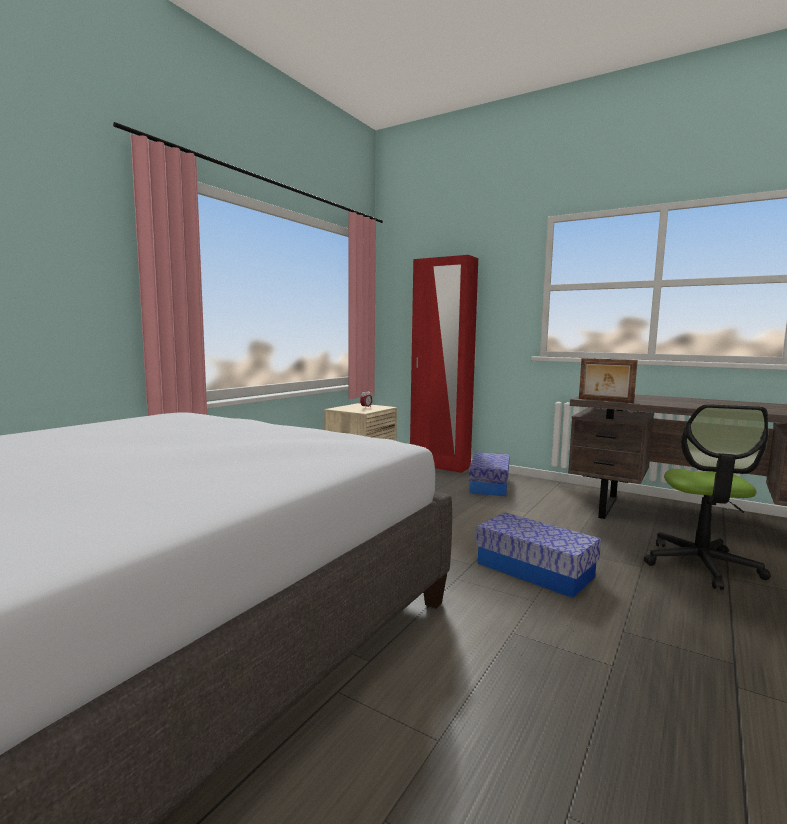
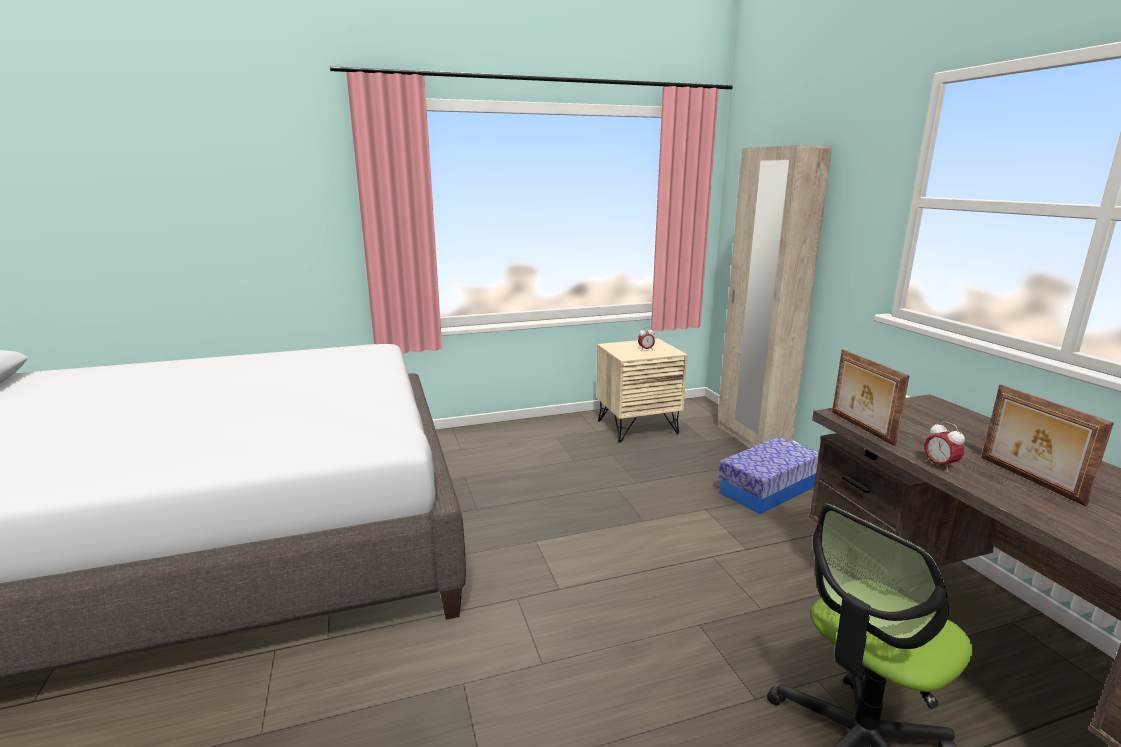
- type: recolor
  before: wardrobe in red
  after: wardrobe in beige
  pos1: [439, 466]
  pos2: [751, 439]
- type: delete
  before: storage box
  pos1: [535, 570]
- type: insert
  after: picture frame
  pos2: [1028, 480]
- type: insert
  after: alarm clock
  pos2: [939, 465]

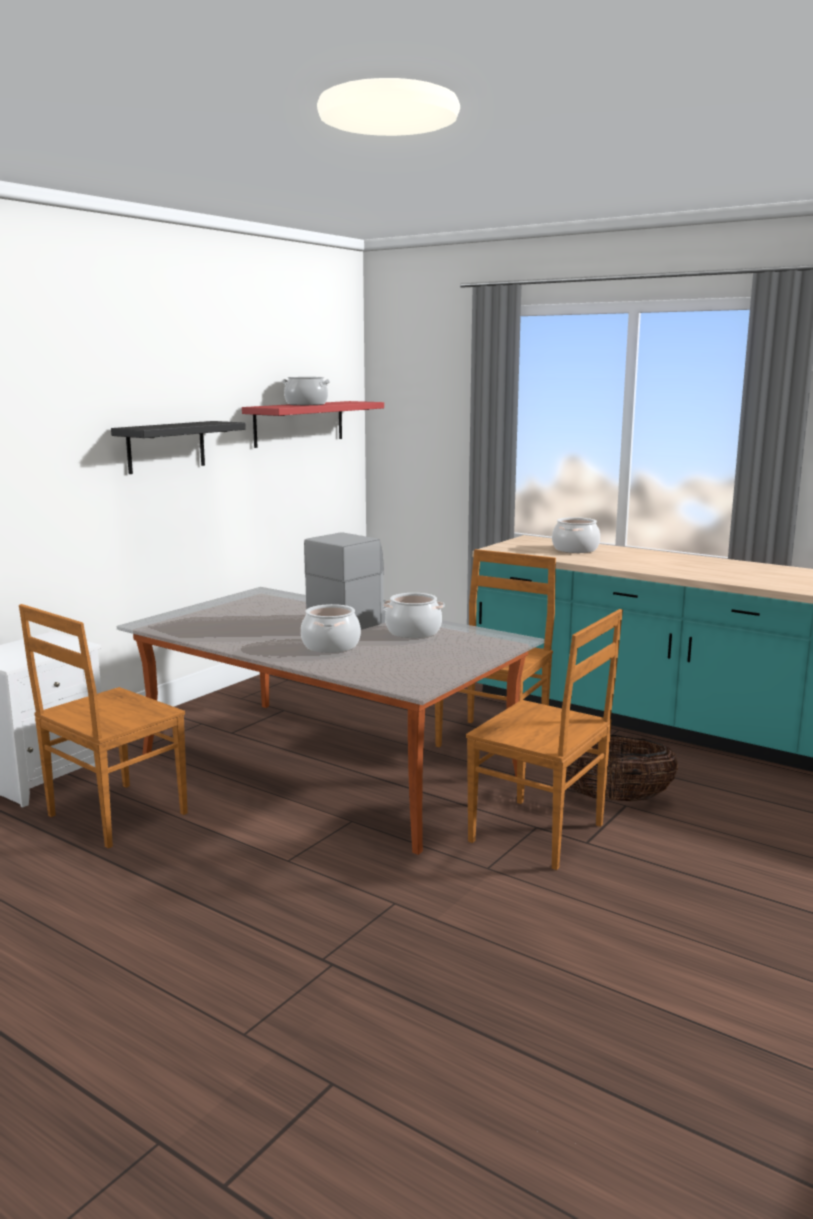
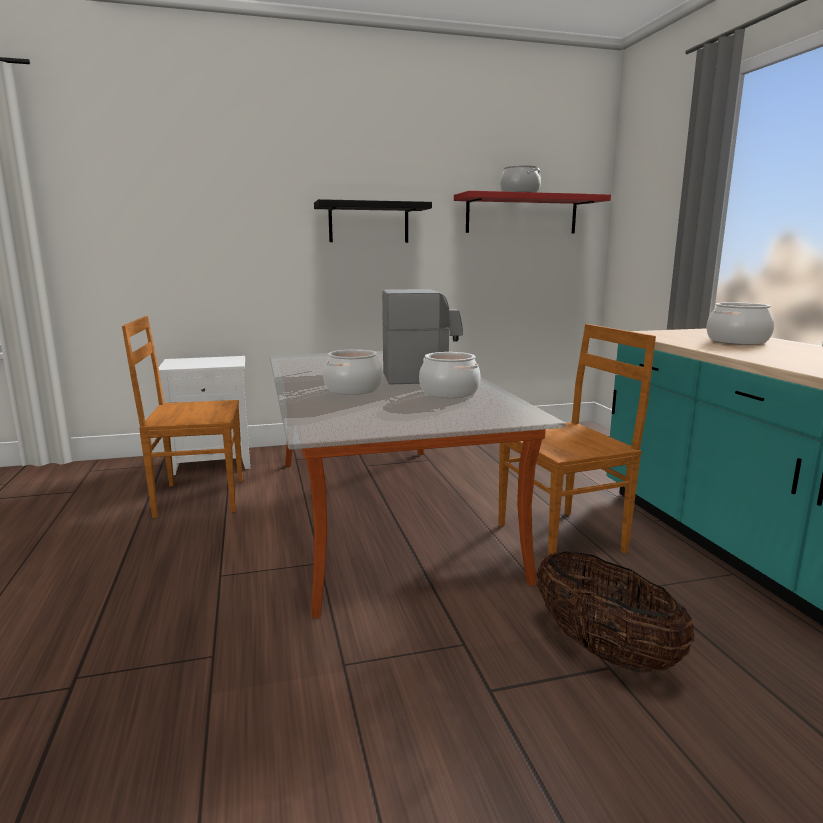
- type: delete
  before: chair in brown
  pos1: [540, 834]

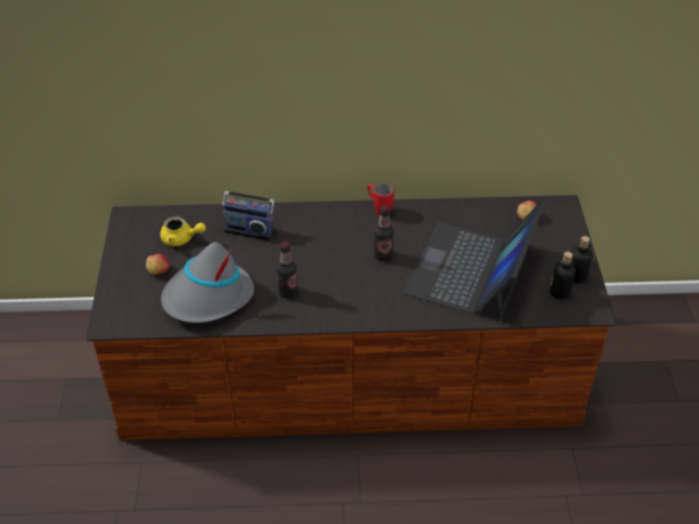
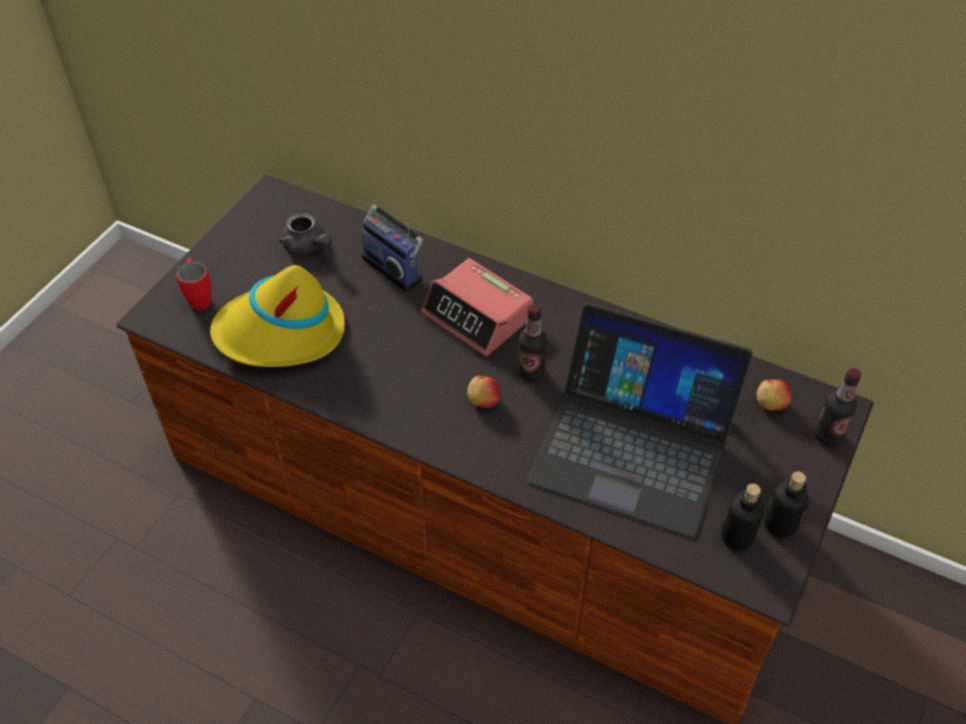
- type: move
  before: mug in red
  pos1: [379, 209]
  pos2: [199, 297]
- type: rotate
  before: laptop
  pos1: [471, 271]
  pos2: [633, 446]
  turn: -120
- type: recolor
  before: teapot in yellow
  after: teapot in grey
  pos1: [181, 239]
  pos2: [307, 246]
- type: move
  before: bottle
  pos1: [287, 292]
  pos2: [828, 435]
- type: recolor
  before: hat in grey
  after: hat in yellow
  pos1: [208, 297]
  pos2: [281, 333]
- type: move
  before: apple
  pos1: [158, 271]
  pos2: [483, 400]
- type: insert
  after: alarm clock
  pos2: [478, 316]

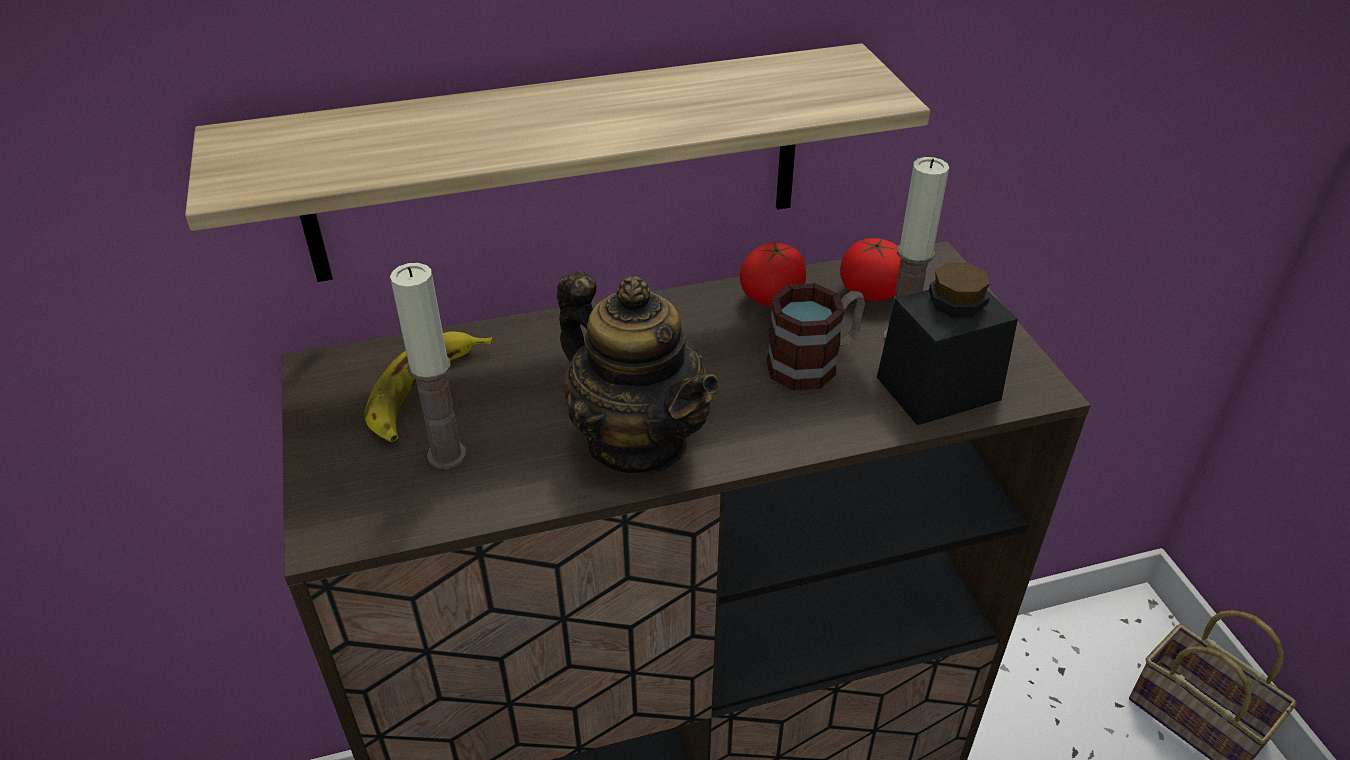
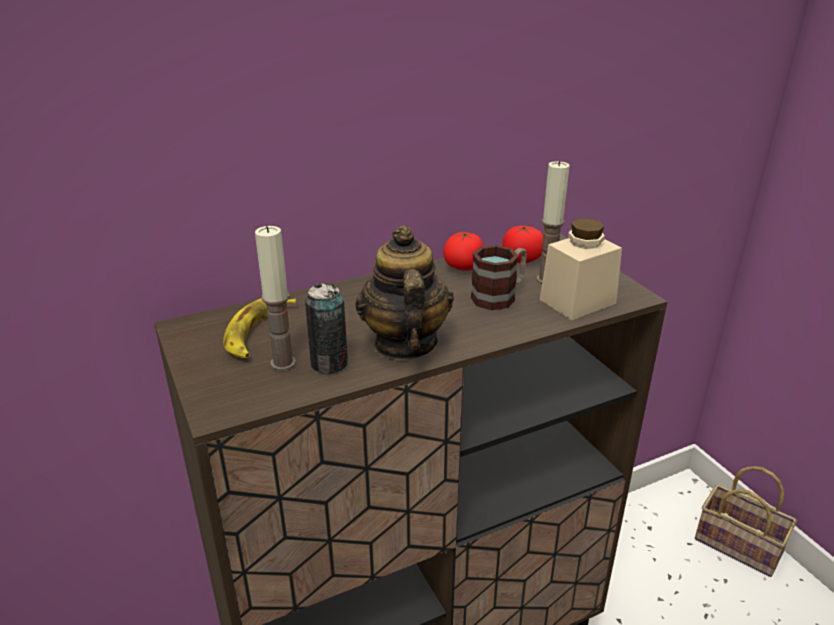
- type: delete
  before: shelf
  pos1: [557, 165]
- type: recolor
  before: jar in black
  after: jar in beige
  pos1: [938, 388]
  pos2: [577, 301]
- type: rotate
  before: teapot
  pos1: [637, 441]
  pos2: [404, 344]
  turn: -135
- type: insert
  after: can
  pos2: [329, 364]

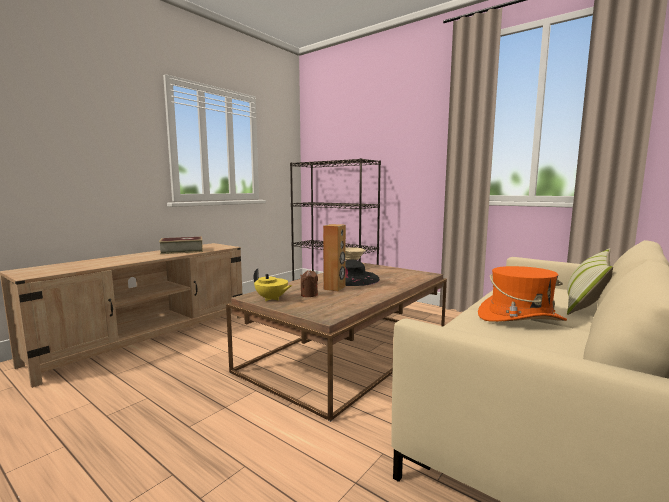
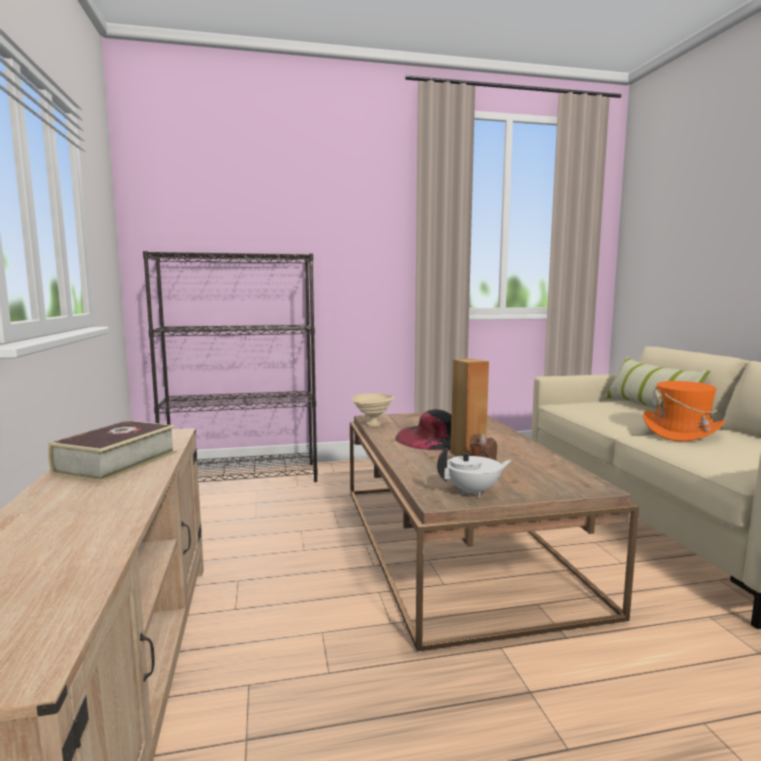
- type: recolor
  before: teapot in yellow
  after: teapot in white
  pos1: [271, 299]
  pos2: [473, 492]

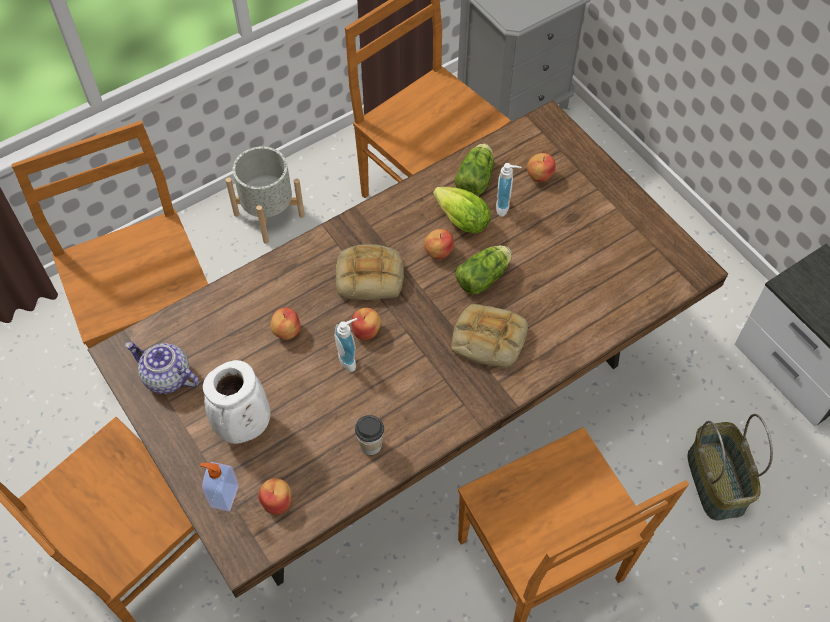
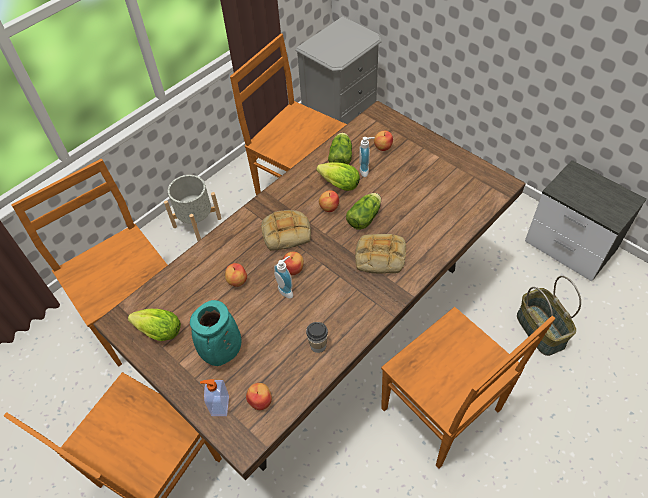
- type: replace
  before: teapot
  after: lettuce
  pos1: [166, 377]
  pos2: [157, 331]
- type: recolor
  before: vase in white
  after: vase in turquoise
  pos1: [243, 429]
  pos2: [222, 354]

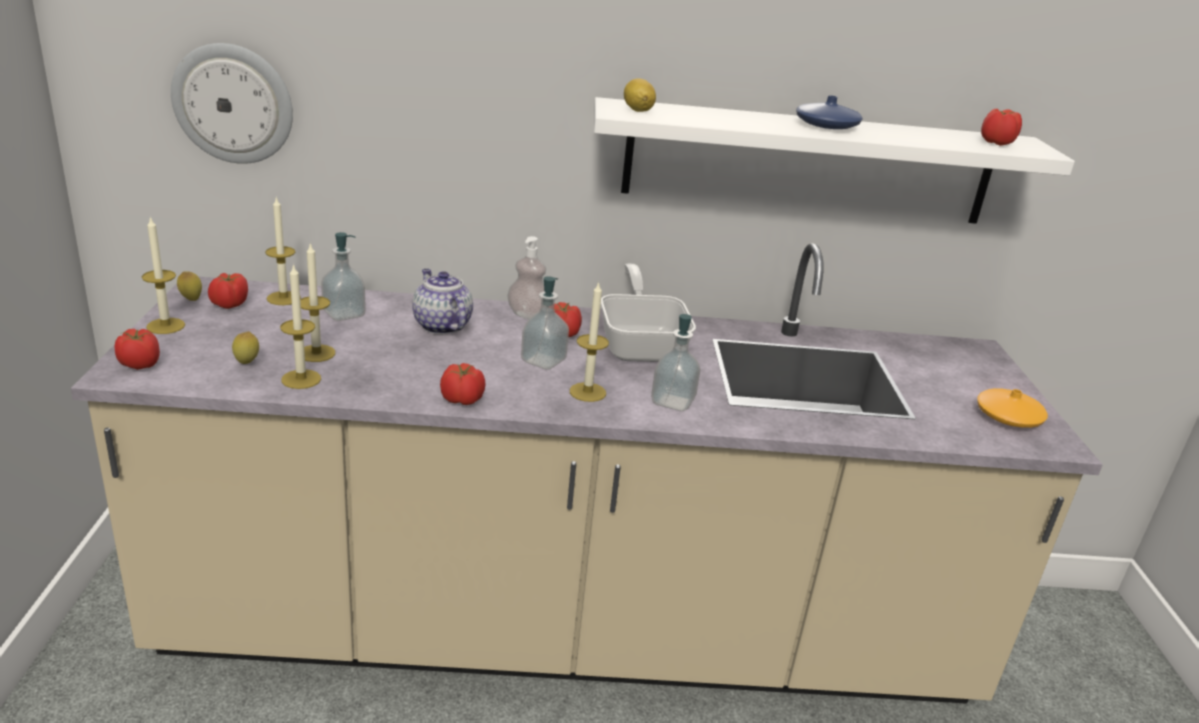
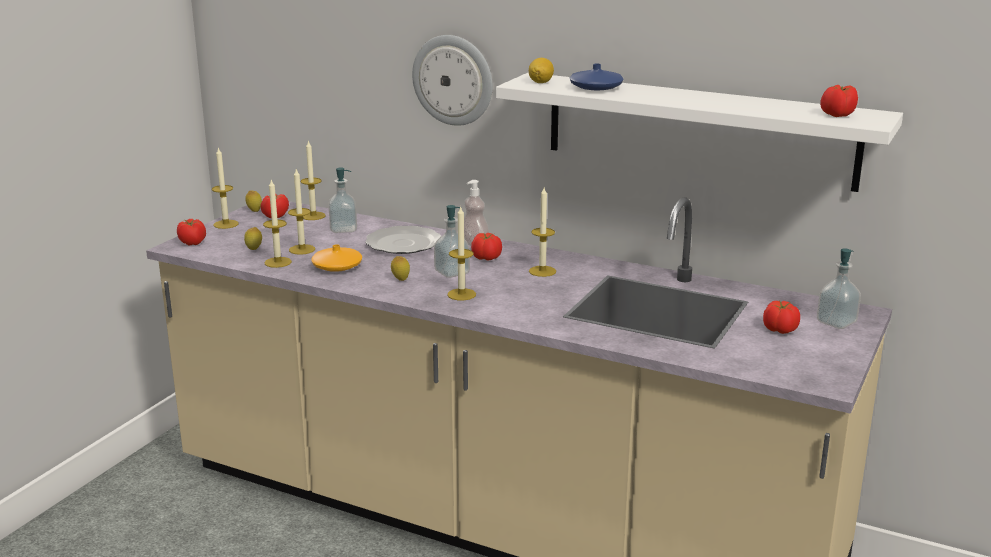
- type: move
  before: wall clock
  pos1: [233, 104]
  pos2: [453, 80]
- type: move
  before: vase in blue
  pos1: [826, 126]
  pos2: [596, 88]
- type: replace
  before: frying pan
  after: candle
  pos1: [641, 343]
  pos2: [542, 271]
- type: replace
  before: teapot
  after: plate
  pos1: [441, 325]
  pos2: [402, 243]
- type: move
  before: soap dispenser
  pos1: [672, 401]
  pos2: [836, 322]
- type: move
  before: tomato
  pos1: [462, 400]
  pos2: [780, 330]
- type: move
  before: vase in orange
  pos1: [1008, 417]
  pos2: [337, 266]
- type: insert
  after: lemon
  pos2: [400, 280]

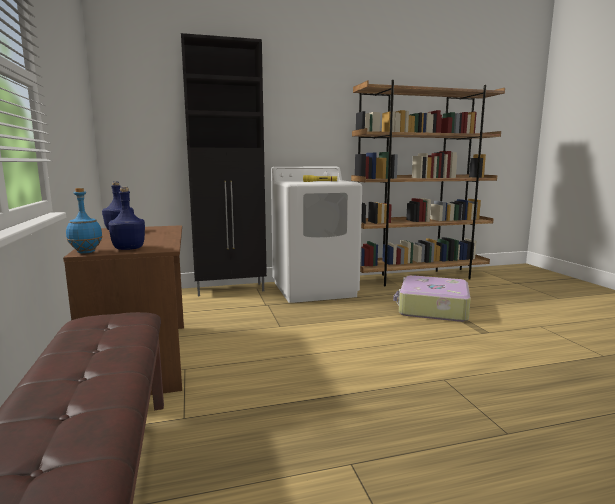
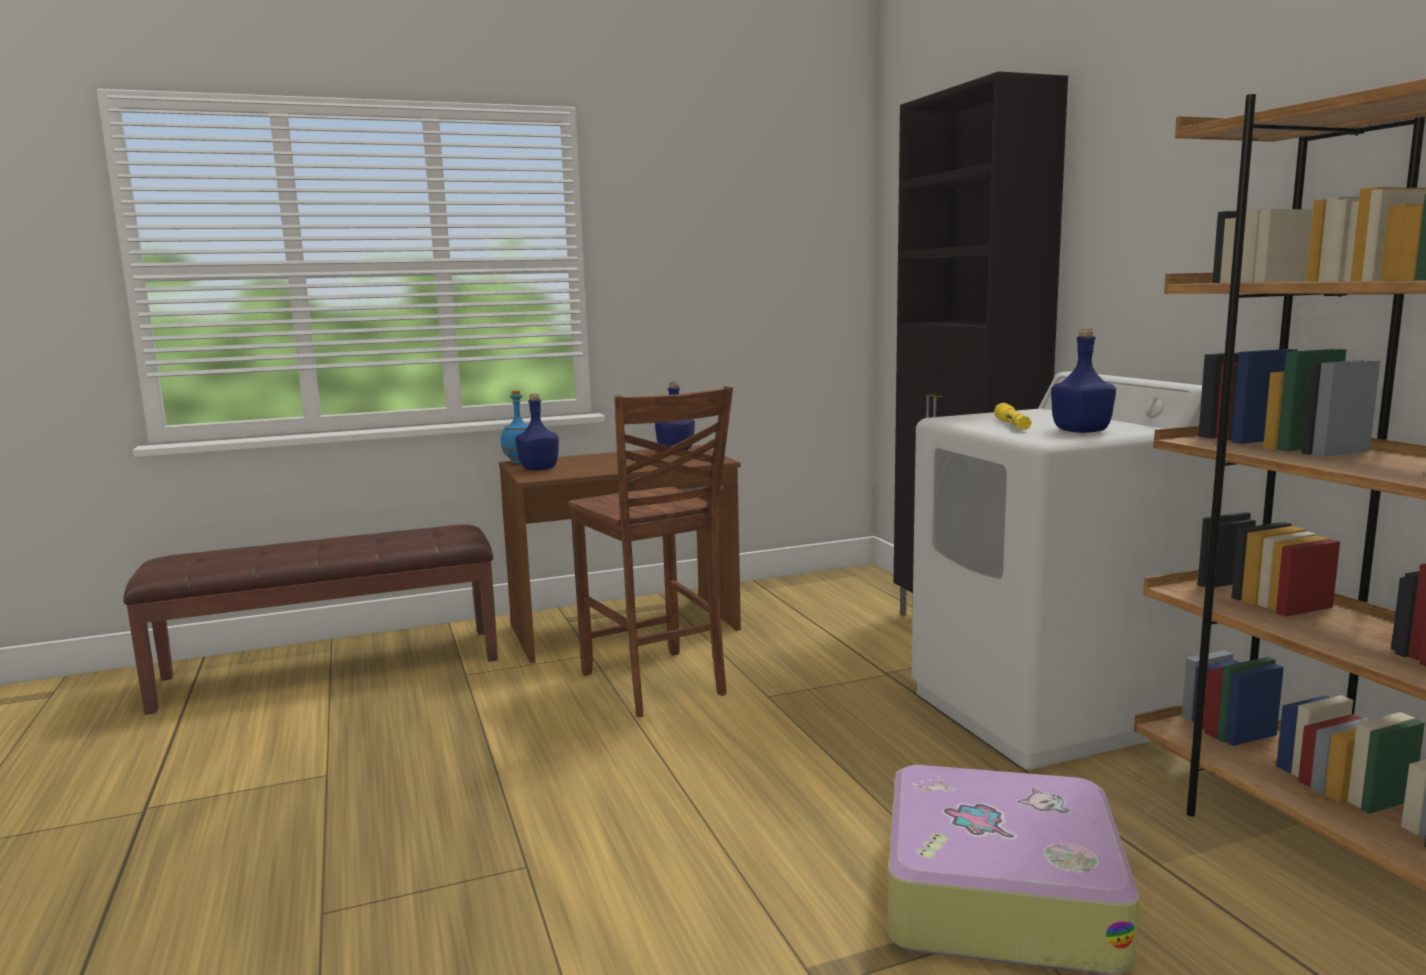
- type: insert
  after: bottle in blue
  pos2: [1080, 431]
- type: insert
  after: chair in brown
  pos2: [655, 685]

